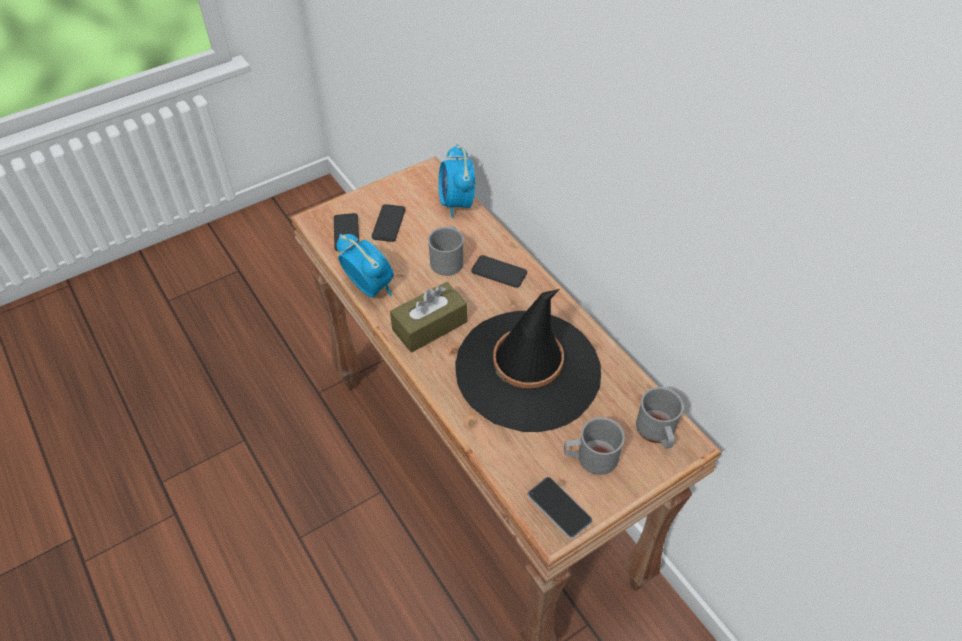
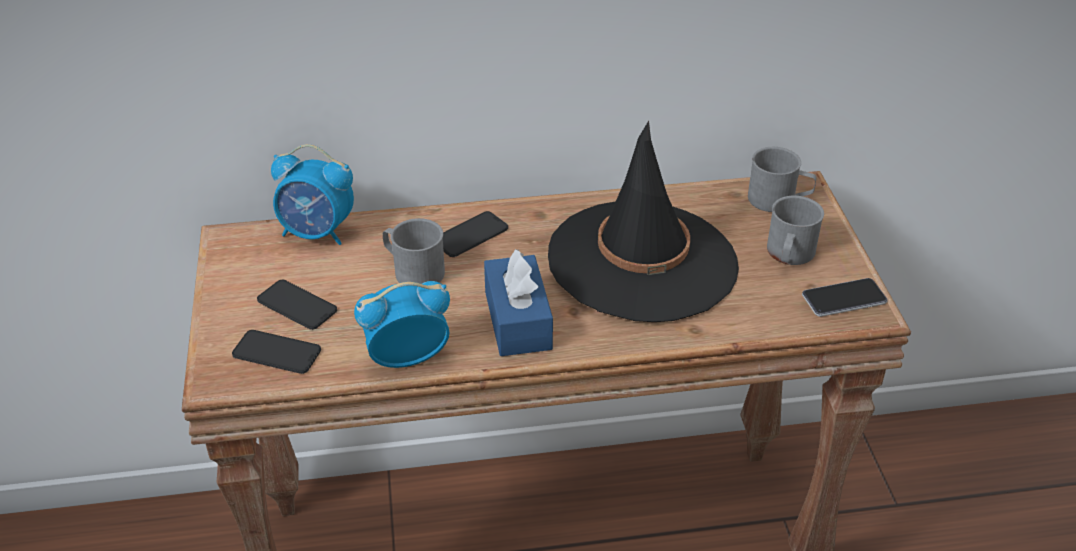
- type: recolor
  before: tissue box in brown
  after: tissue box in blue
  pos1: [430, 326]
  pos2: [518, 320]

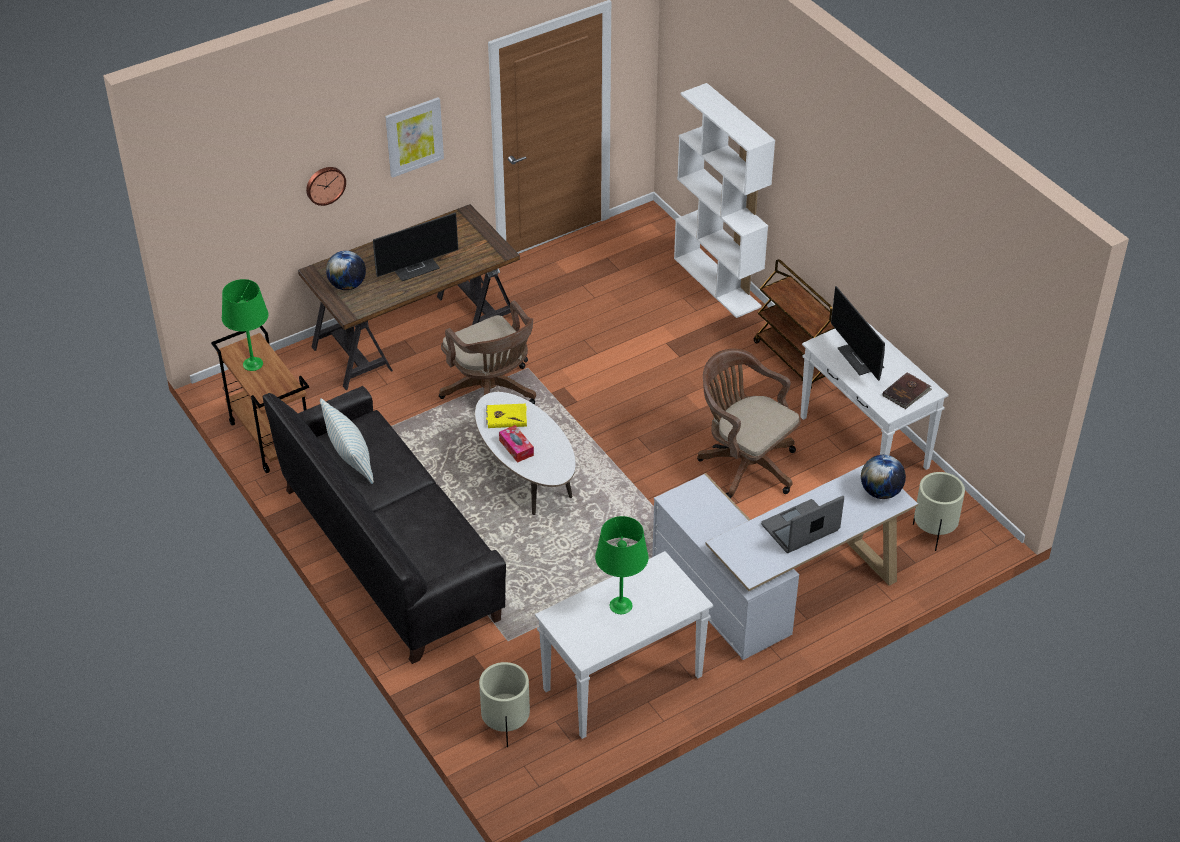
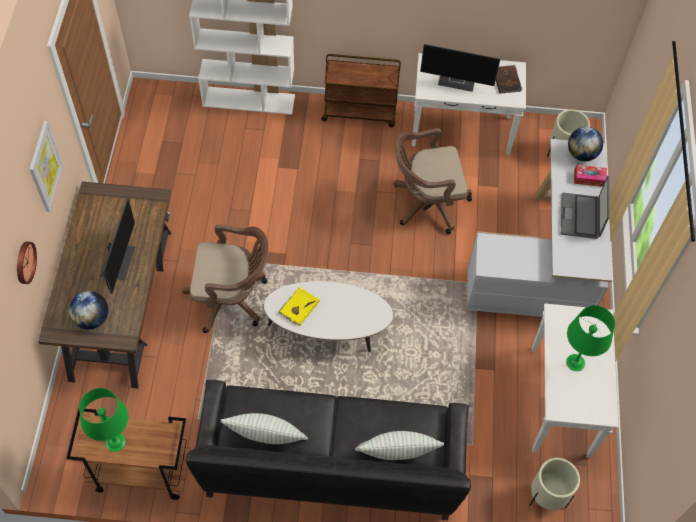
- type: move
  before: tissue box
  pos1: [516, 448]
  pos2: [589, 178]
- type: insert
  after: pillow
  pos2: [397, 453]

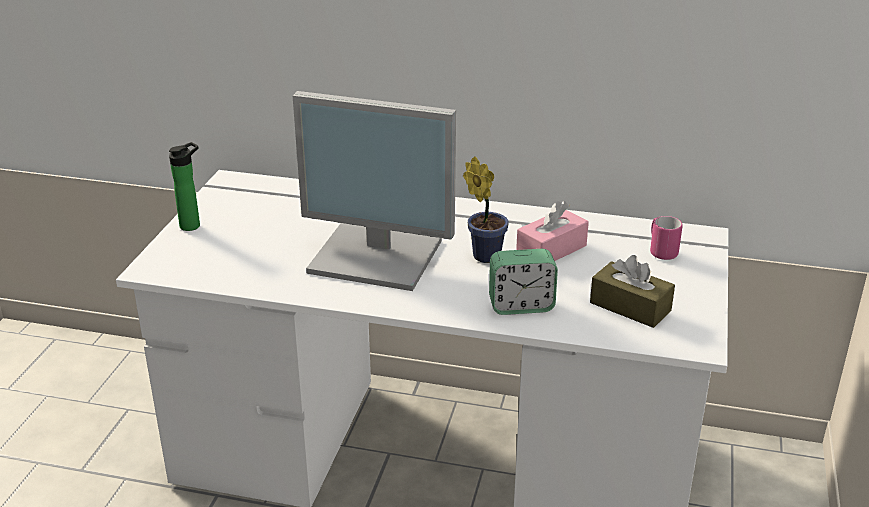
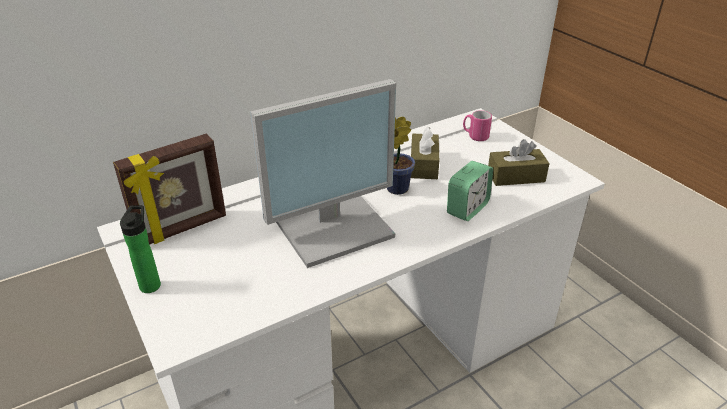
- type: recolor
  before: tissue box in pink
  after: tissue box in brown
  pos1: [551, 250]
  pos2: [424, 165]
- type: insert
  after: picture frame
  pos2: [182, 229]

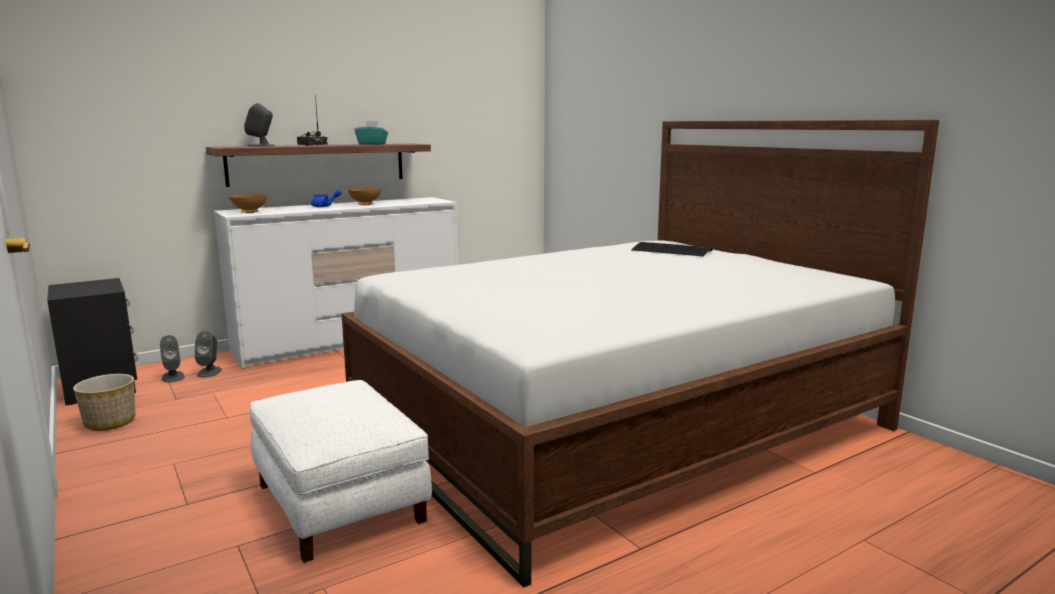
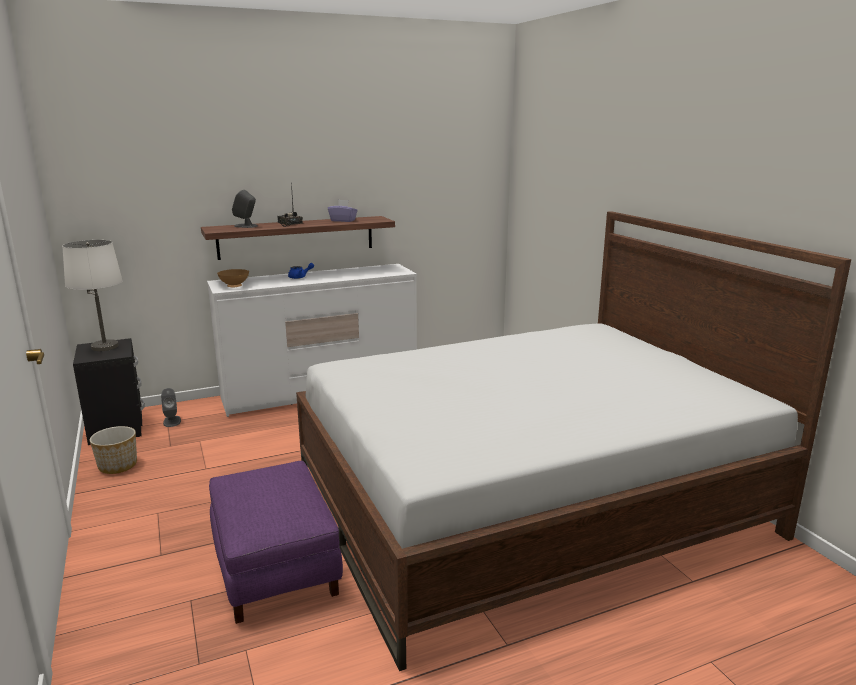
- type: recolor
  before: tissue box in turquoise
  after: tissue box in purple
  pos1: [372, 144]
  pos2: [343, 220]
- type: delete
  before: bowl in brown
  pos1: [365, 205]
- type: delete
  before: keyboard
  pos1: [671, 251]
- type: delete
  before: speaker in grey
  pos1: [209, 372]
- type: recolor
  before: ottoman in white
  after: ottoman in purple
  pos1: [341, 502]
  pos2: [276, 567]
- type: insert
  after: table lamp in white
  pos2: [105, 347]

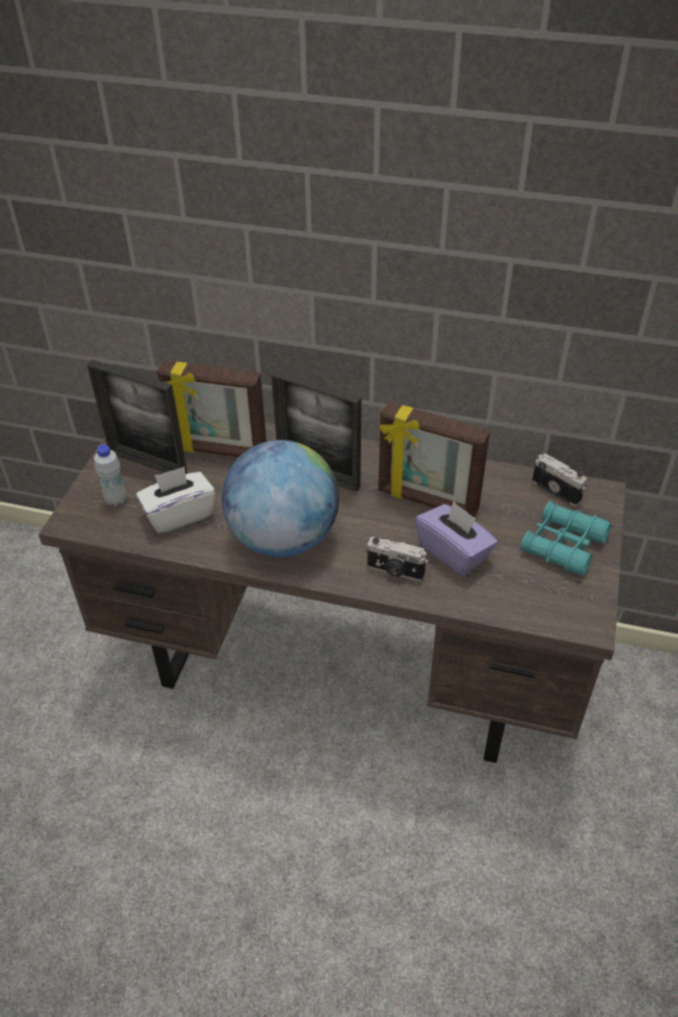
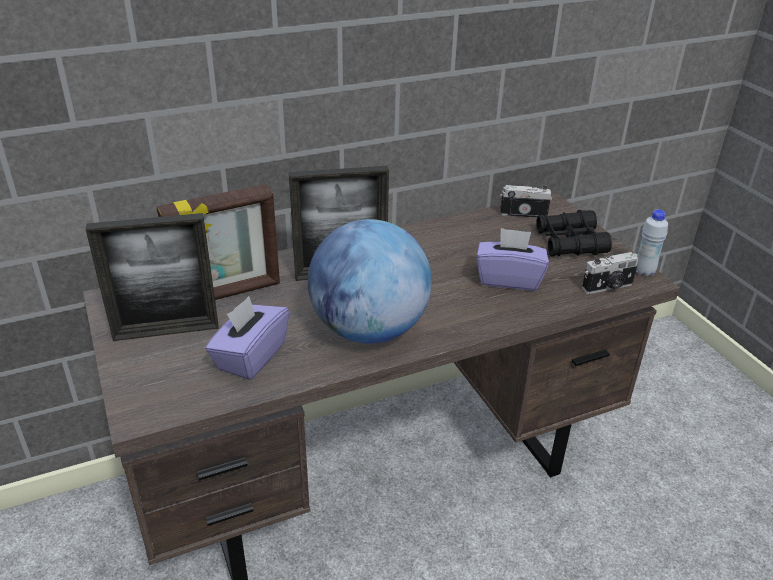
- type: delete
  before: picture frame
  pos1: [427, 501]
- type: move
  before: bottle in white
  pos1: [116, 500]
  pos2: [644, 272]
- type: recolor
  before: tissue box in white
  after: tissue box in purple
  pos1: [179, 514]
  pos2: [250, 356]
- type: recolor
  before: binoculars in turquoise
  after: binoculars in black
  pos1: [563, 545]
  pos2: [570, 242]
- type: move
  before: photo camera
  pos1: [395, 571]
  pos2: [608, 287]

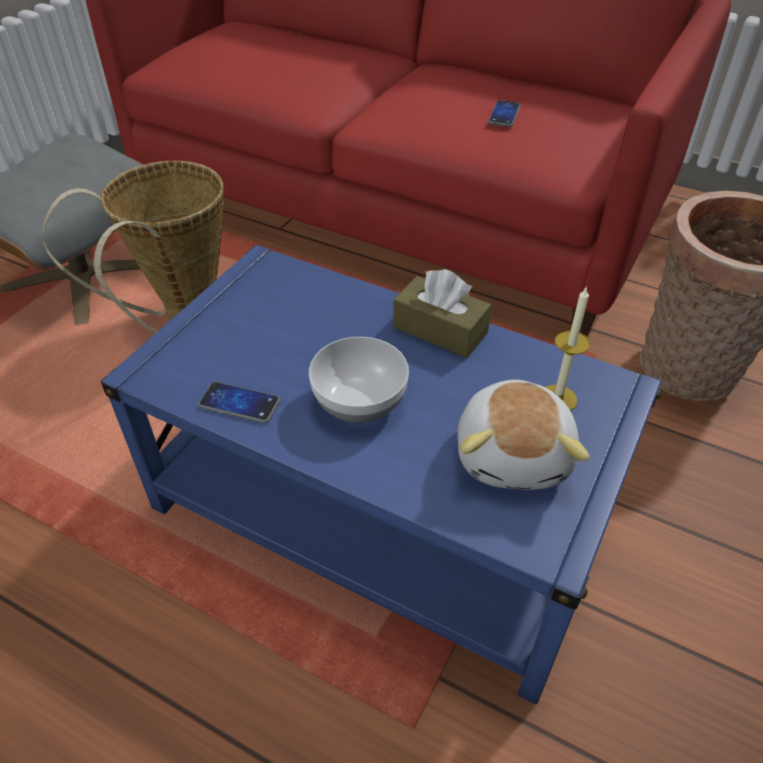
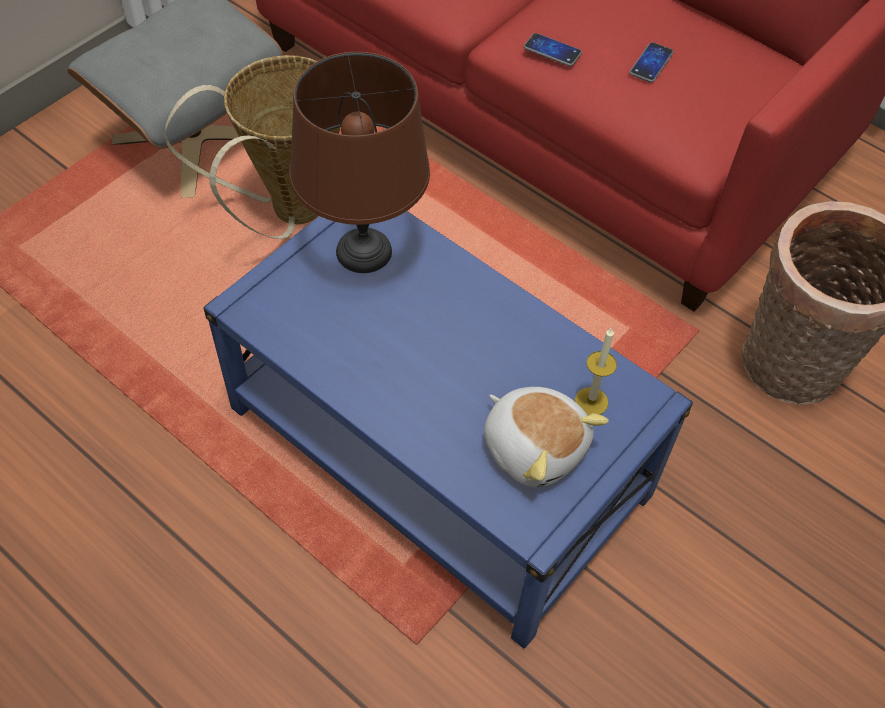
- type: delete
  before: tissue box in brown
  pos1: [440, 330]
- type: delete
  before: bowl
  pos1: [358, 401]
- type: rotate
  before: plush toy
  pos1: [515, 454]
  pos2: [535, 446]
  turn: -60
- type: move
  before: phone
  pos1: [239, 403]
  pos2: [552, 51]
- type: insert
  after: table lamp in brown
  pos2: [362, 251]

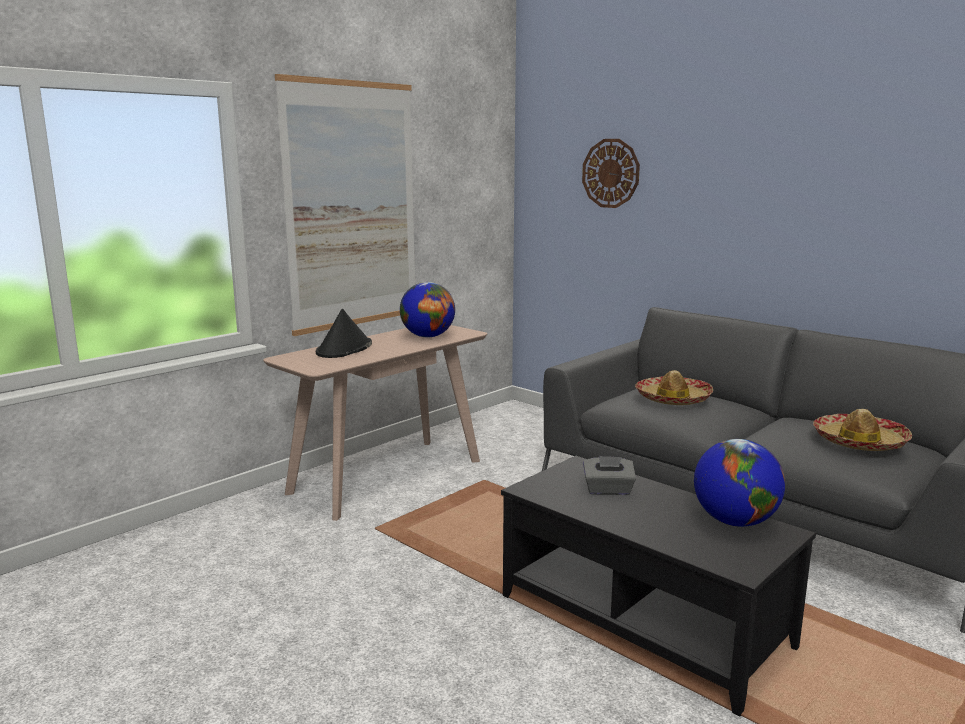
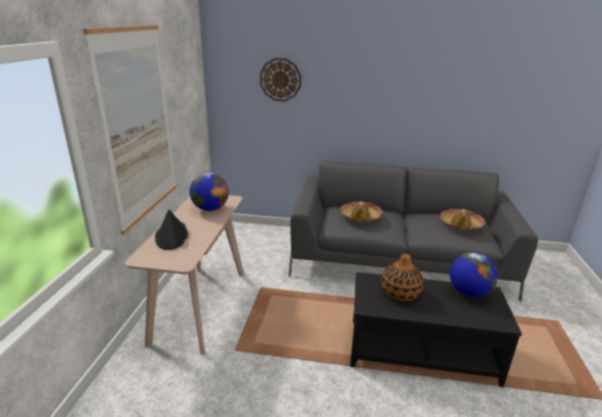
- type: replace
  before: tissue box in grey
  after: vase
  pos1: [608, 490]
  pos2: [400, 293]

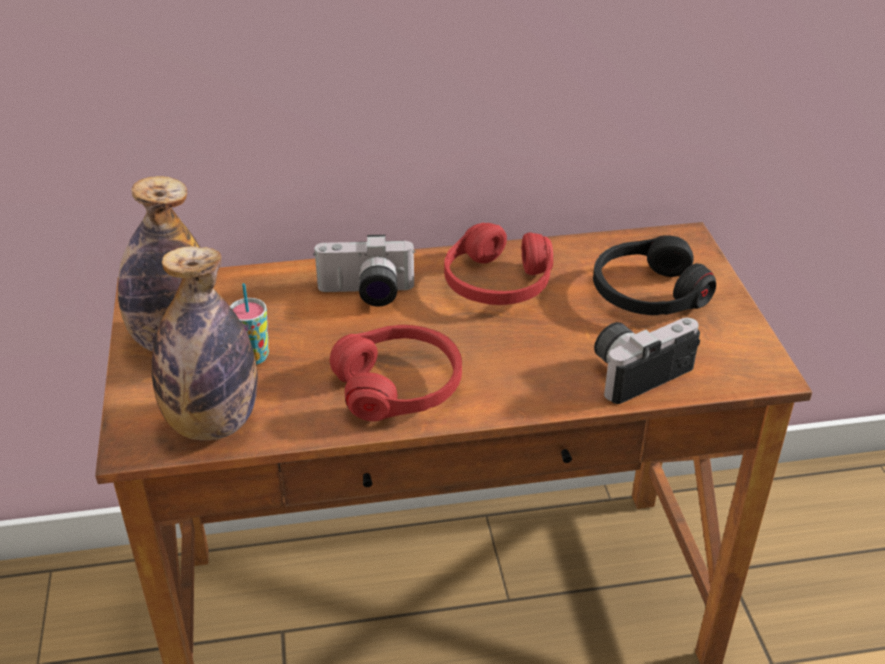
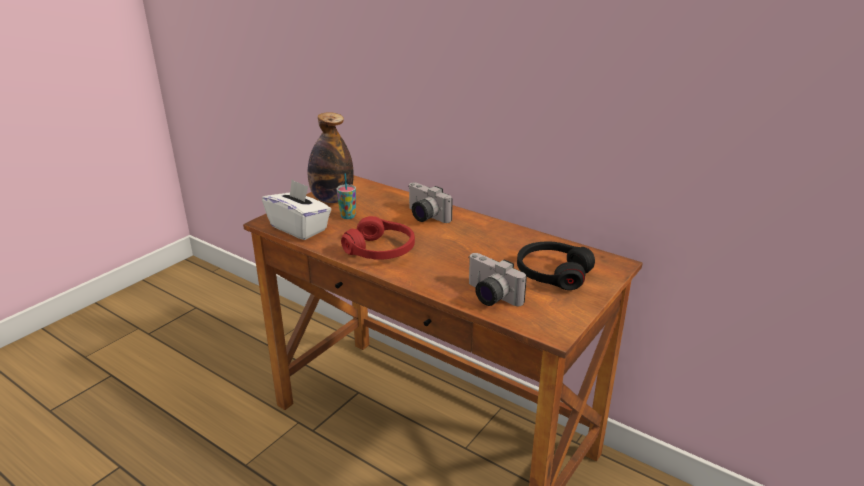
- type: delete
  before: headphones in red
  pos1: [497, 282]
- type: replace
  before: bottle
  after: tissue box in white
  pos1: [212, 423]
  pos2: [299, 228]
- type: rotate
  before: photo camera
  pos1: [637, 370]
  pos2: [489, 296]
  turn: -150

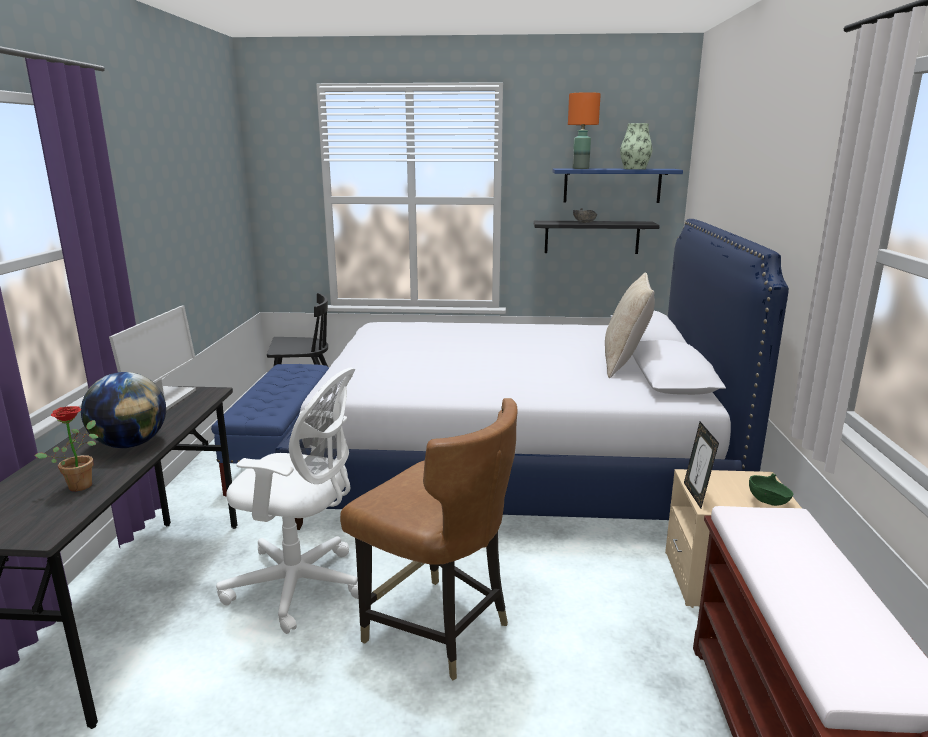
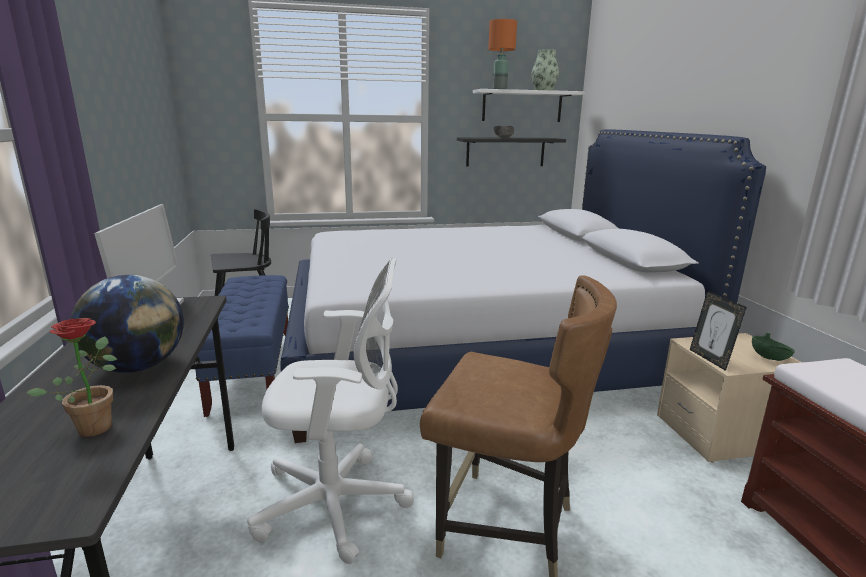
- type: recolor
  before: shelf in blue
  after: shelf in white
  pos1: [612, 185]
  pos2: [522, 106]
- type: delete
  before: pillow in beige
  pos1: [624, 364]

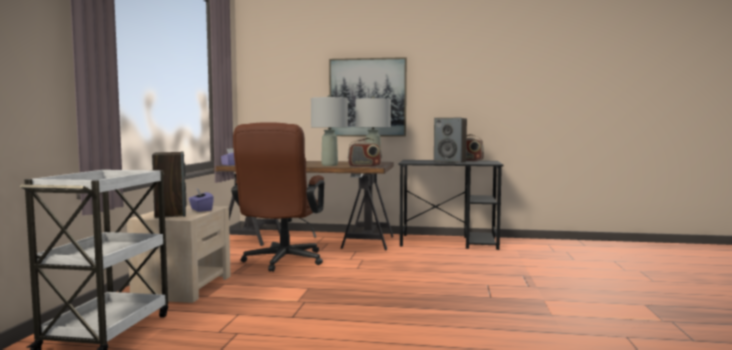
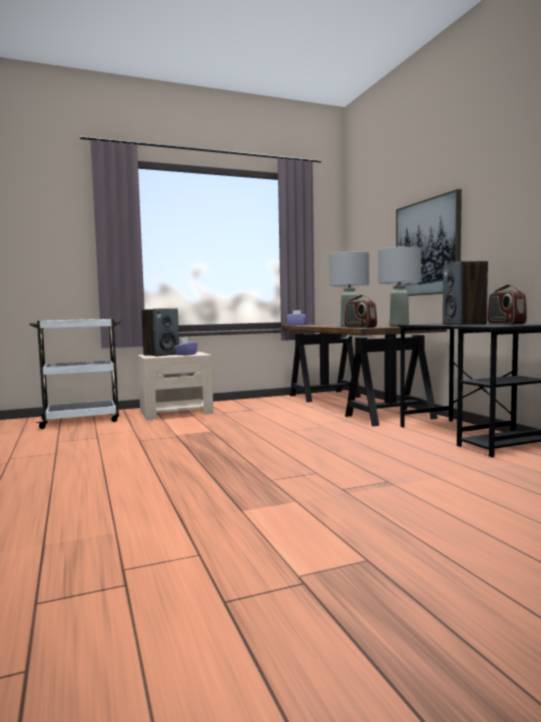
- type: delete
  before: office chair in brown
  pos1: [281, 262]

